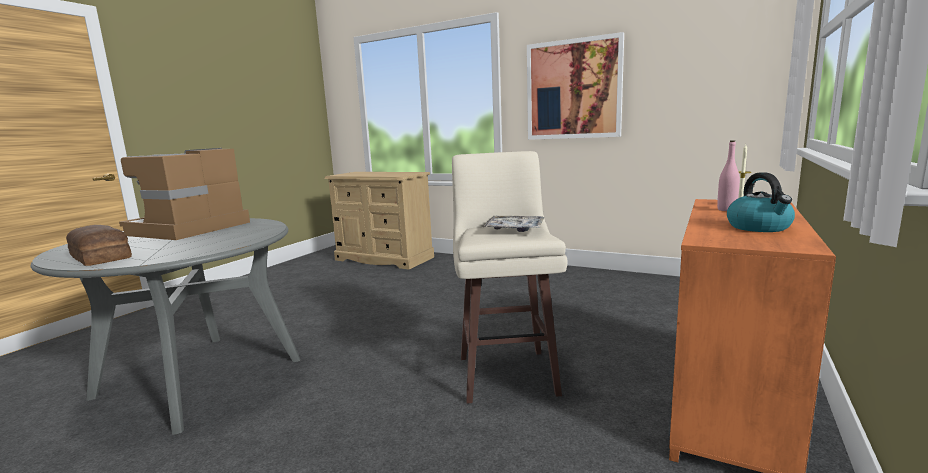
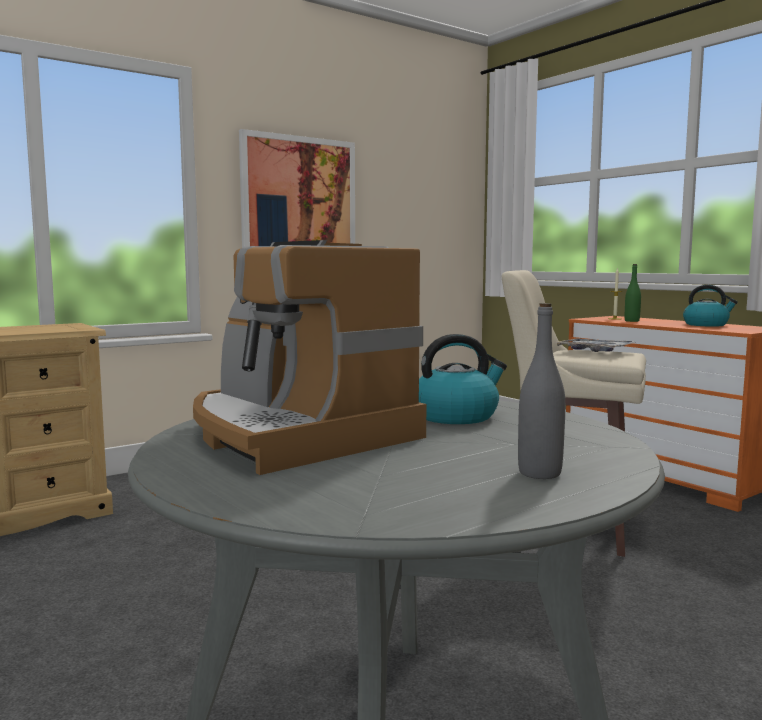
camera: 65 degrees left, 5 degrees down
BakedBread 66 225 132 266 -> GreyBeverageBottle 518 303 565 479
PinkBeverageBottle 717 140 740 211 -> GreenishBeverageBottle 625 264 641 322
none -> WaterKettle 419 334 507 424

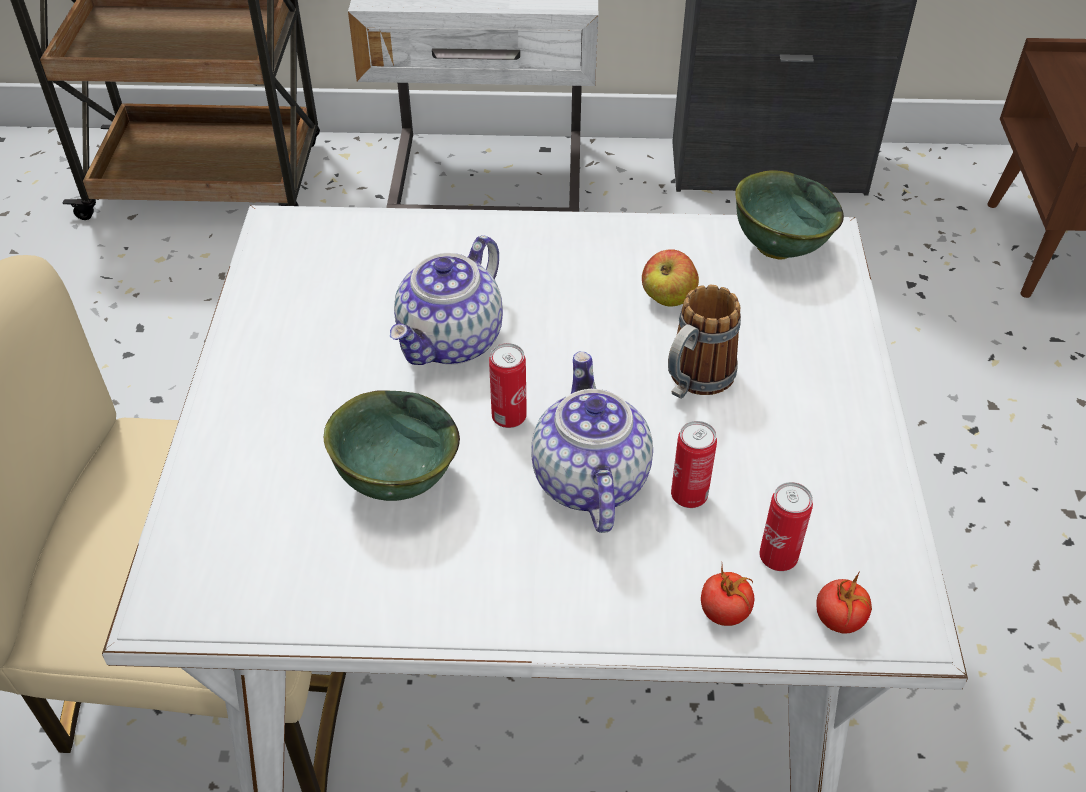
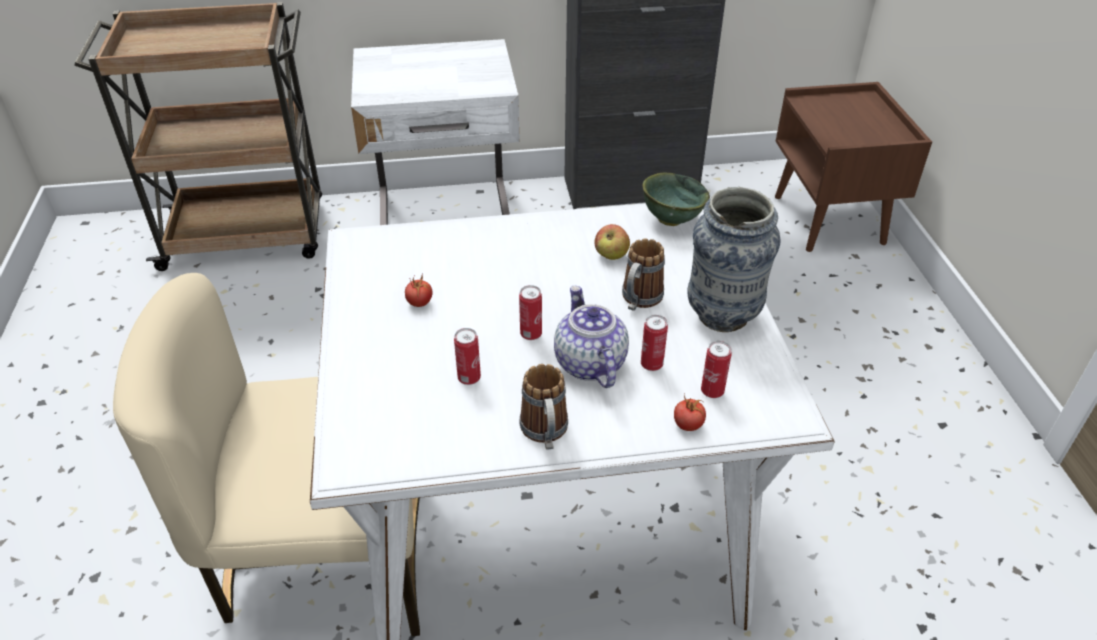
camera: 10 degrees left, 5 degrees down
GreenishDeepDish 324 390 460 501 -> Can 454 328 481 385
TeaPot 390 235 503 365 -> none
Tomato 816 570 872 634 -> Tomato 405 273 432 307, moved
none -> CoffeeMug 520 364 568 450
none -> FlowerVase 687 187 781 332

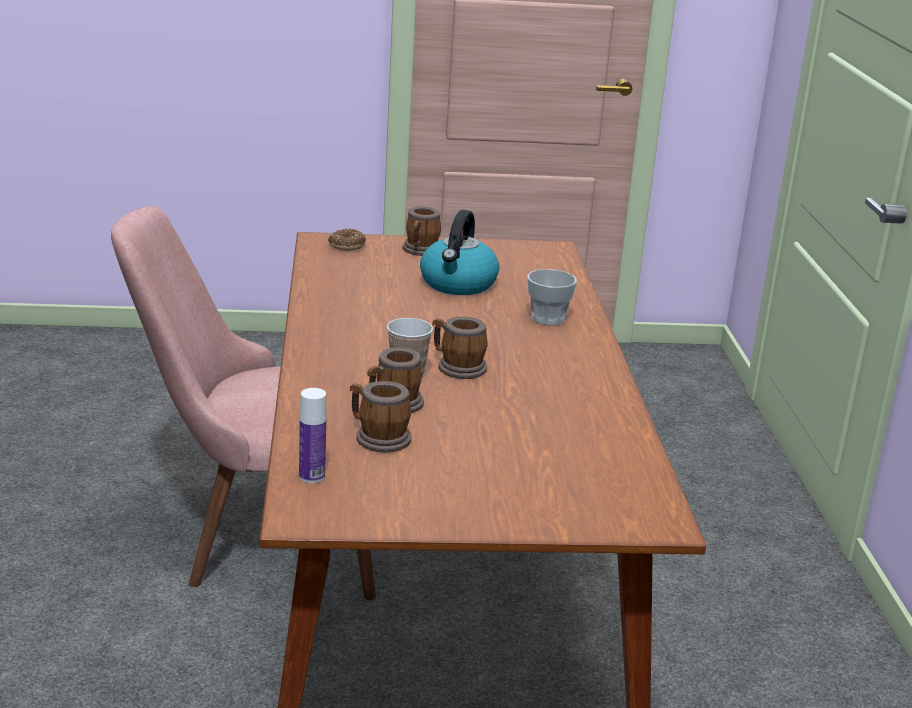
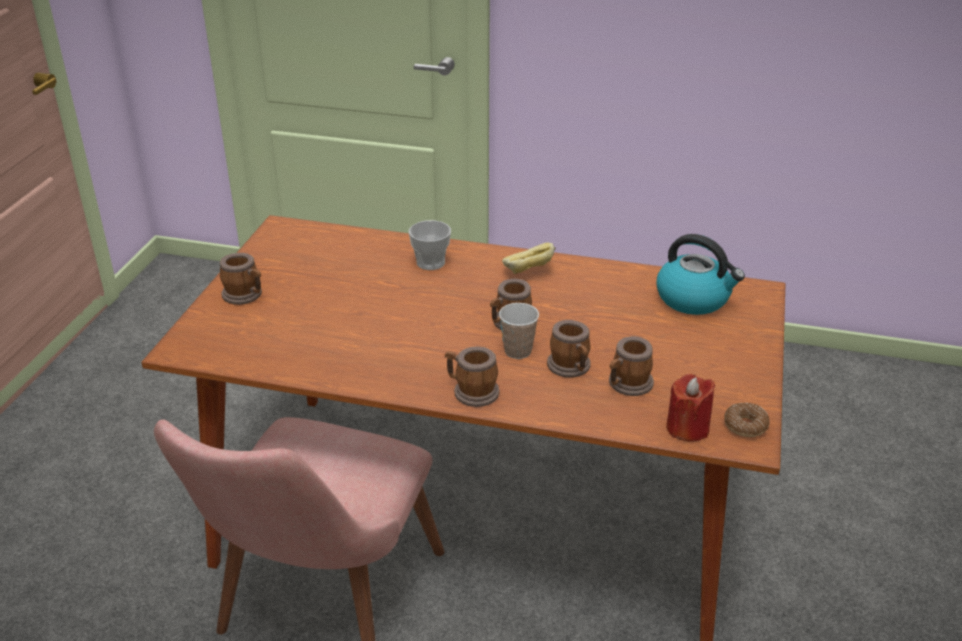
camera: 70 degrees left, 10 degrees up
BeverageBottle 299 388 326 483 -> ReddishWaxLight 666 374 715 442
Donut 328 229 366 251 -> Donut 724 403 770 437, moved
WaterKettle 420 210 499 295 -> WaterKettle 656 234 745 315, moved
none -> CoffeeMug 445 347 499 407
none -> BakedBread 502 242 556 274

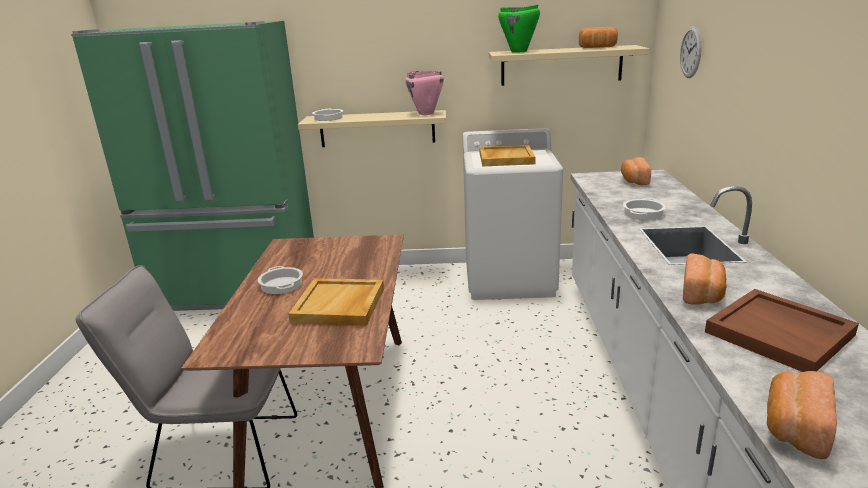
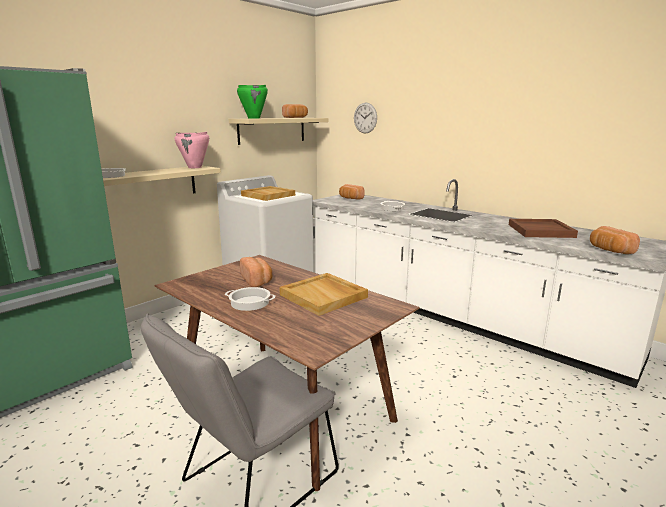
camera: 50 degrees left, 5 degrees down
BakedBread 683 253 727 305 -> BakedBread 240 257 272 287, moved

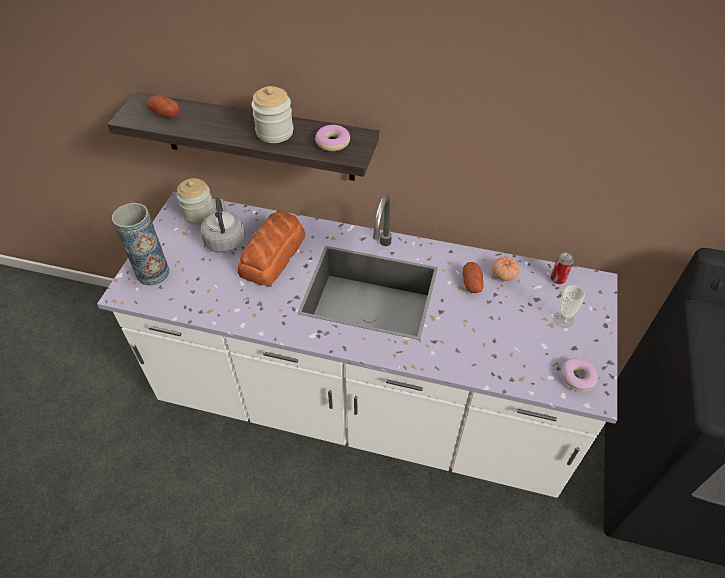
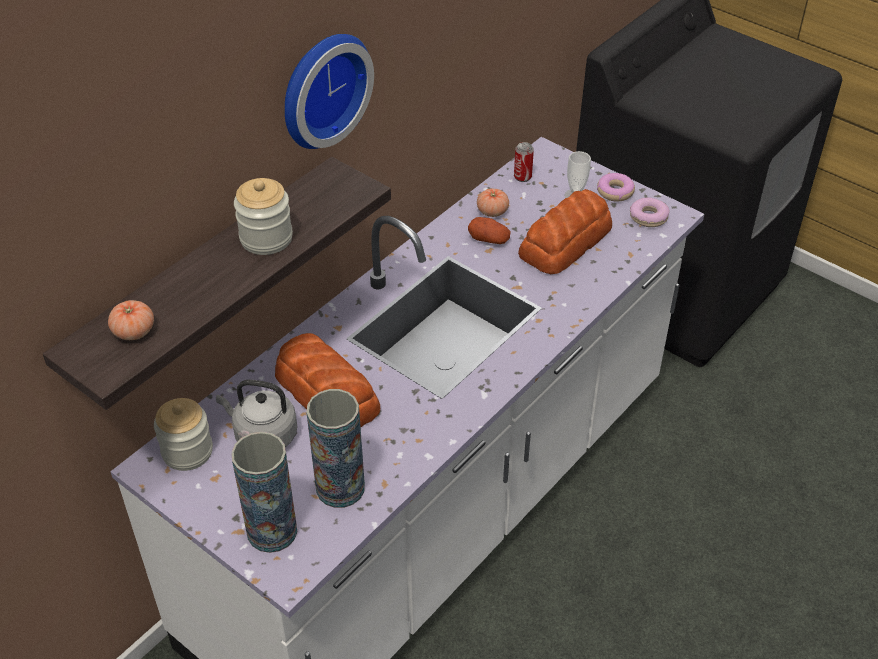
camera: 65 degrees left, 5 degrees down
Spud 147 95 180 118 -> Tomato 108 300 154 340
Donut 315 125 350 151 -> Donut 597 173 635 201, moved
none -> WallClock 285 34 374 149
none -> FlowerVase 306 389 365 508
none -> BakedBread 518 189 612 274

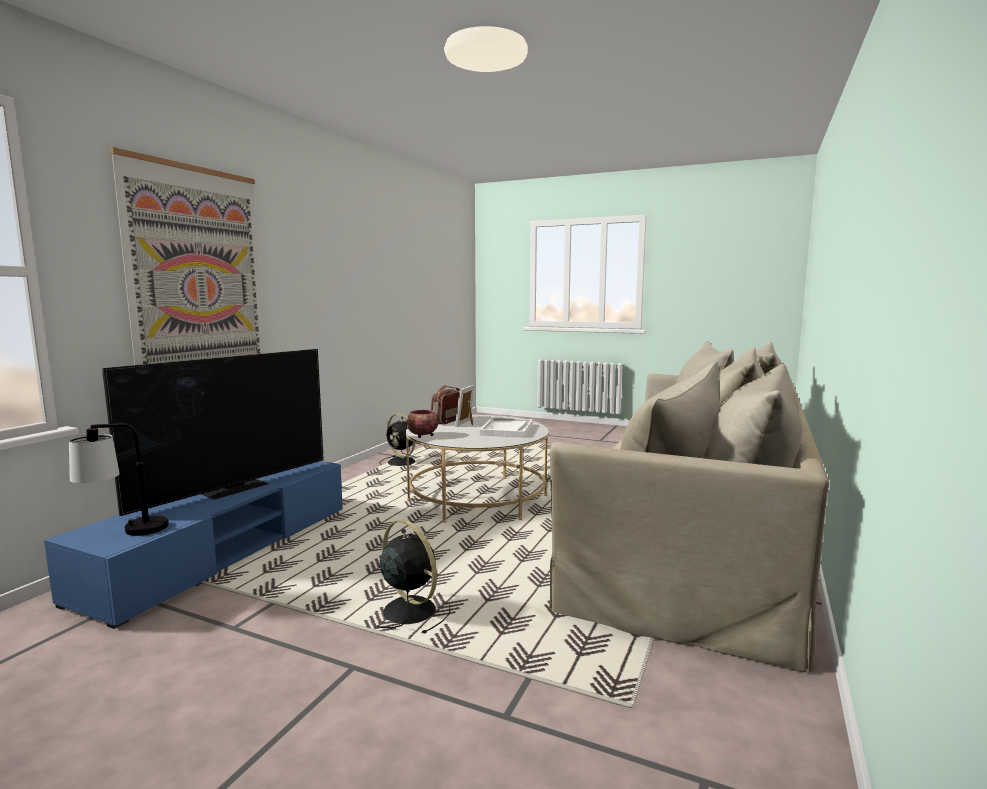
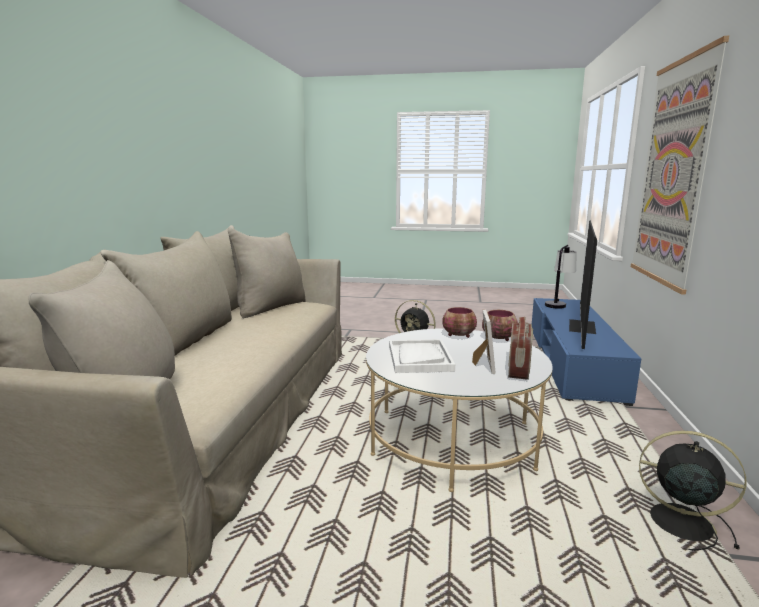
camera: 165 degrees right, 5 degrees up
none -> DeepDish 443 307 477 338

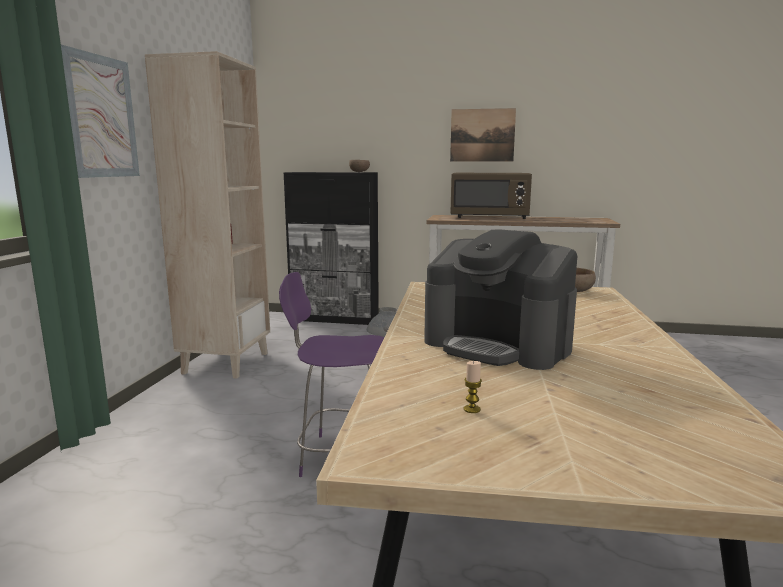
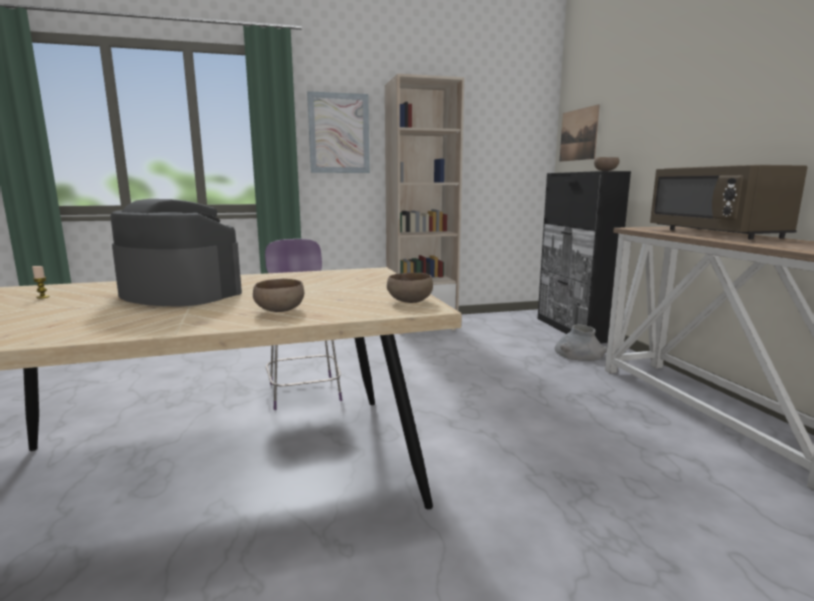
camera: 65 degrees right, 0 degrees up
CoffeeMaker 424 229 577 370 -> CoffeeMaker 110 199 242 306, 105 degrees clockwise
Picture 450 108 516 162 -> Picture 559 104 600 162, moved
none -> BrownColouredDeepDish 253 279 304 312

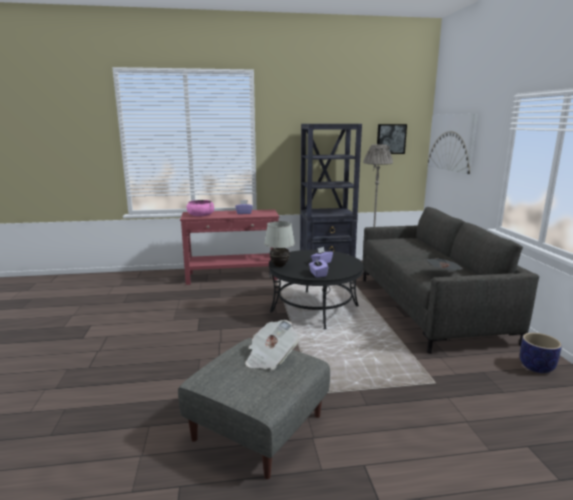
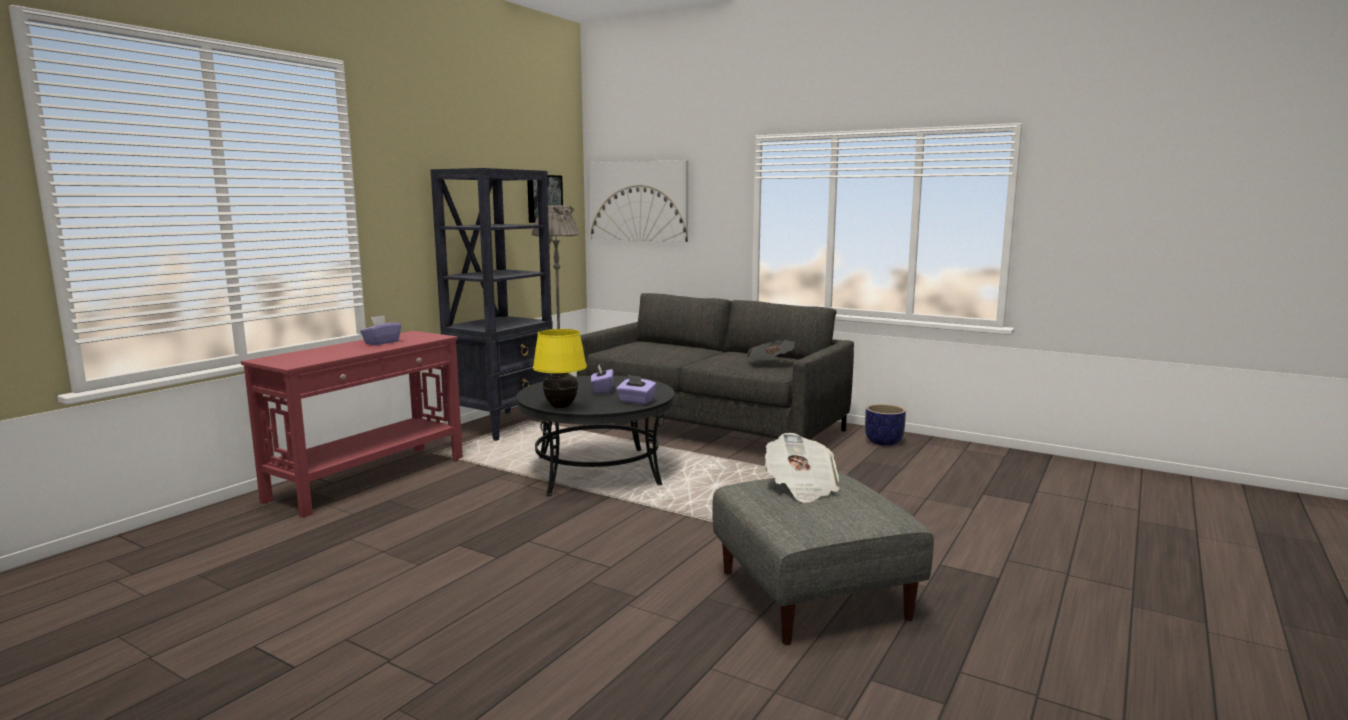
camera: 50 degrees left, 5 degrees down
PinkDeepDish 187 200 214 216 -> none
WhitishTableLamp 264 221 295 267 -> YellowColouredTableLamp 533 329 587 408

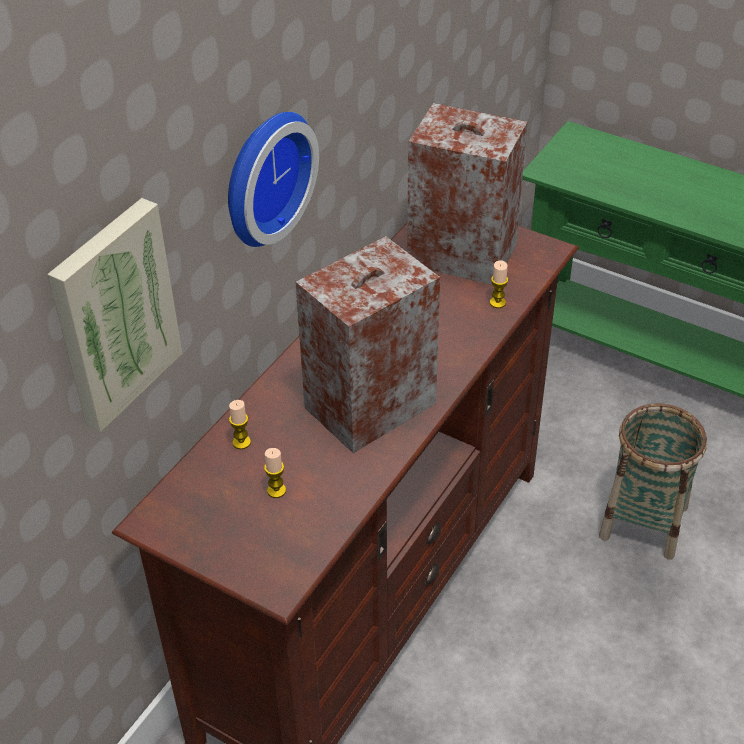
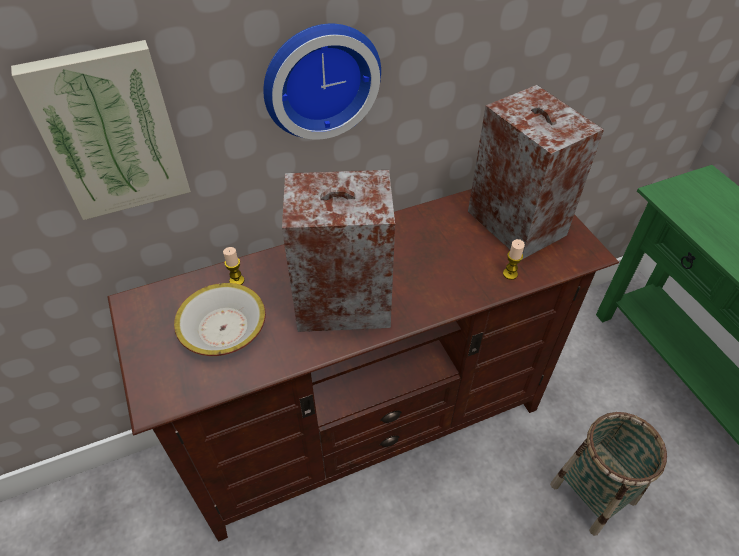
camera: 35 degrees right, 5 degrees up
WaxLight 264 448 286 498 -> DeepDish 174 283 266 356

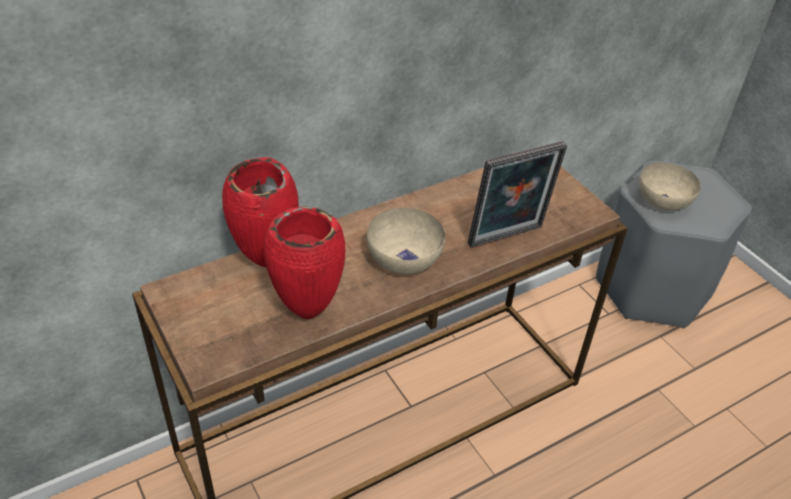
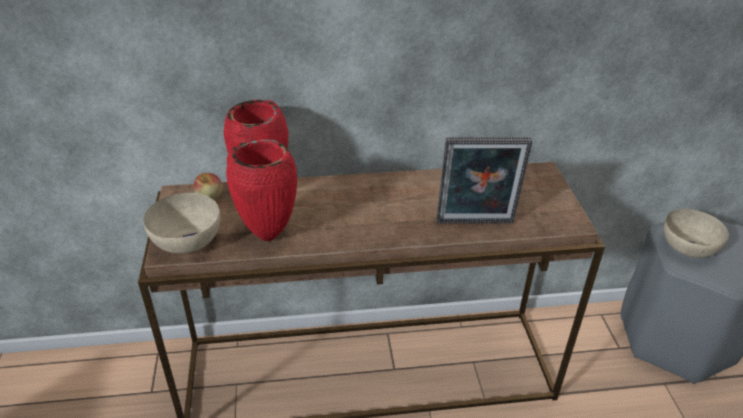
camera: 25 degrees right, 5 degrees down
BeigeColouredDeepDish 367 208 445 274 -> BeigeColouredDeepDish 143 193 220 254, moved
none -> Apple 194 173 223 200

